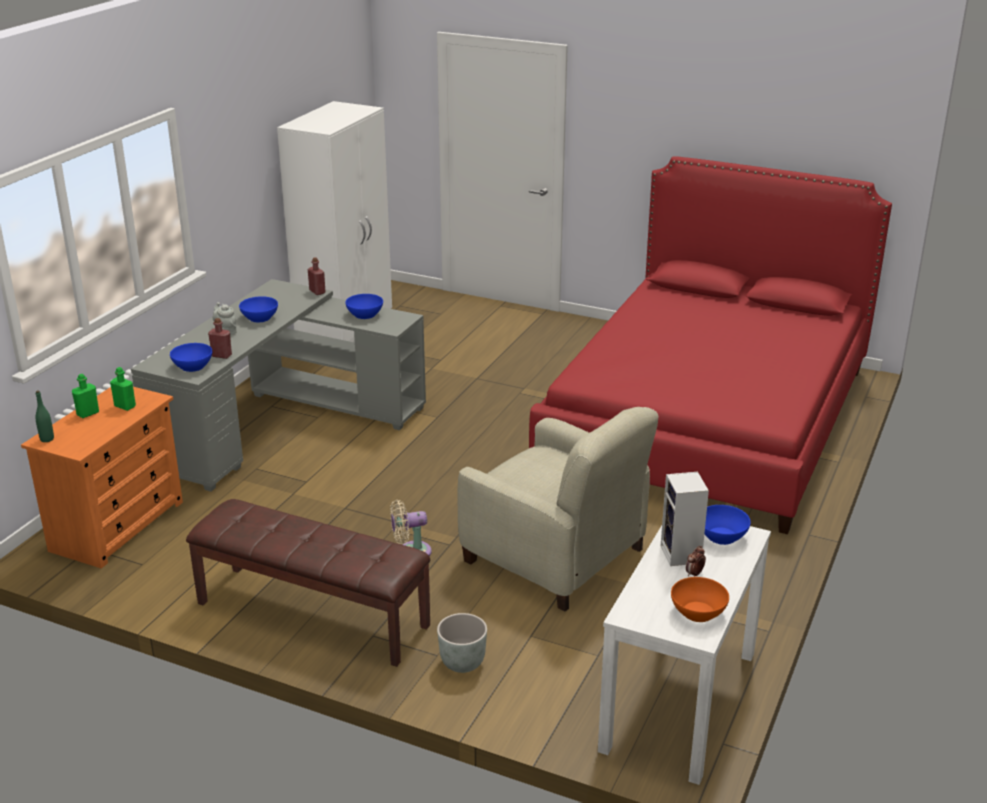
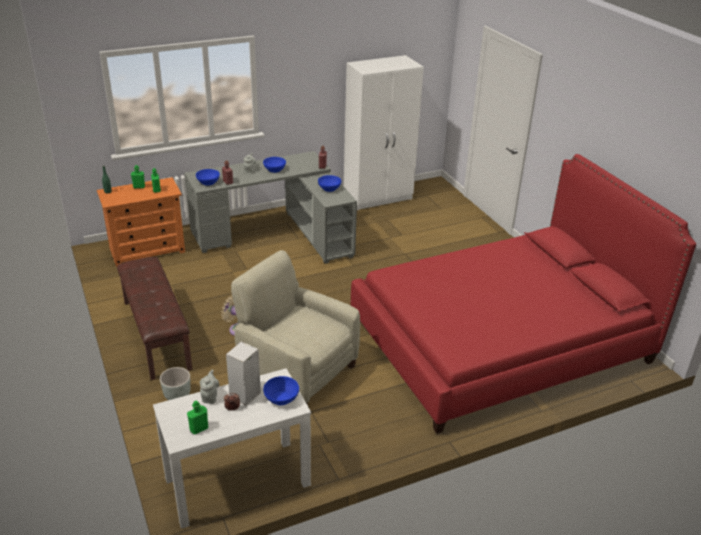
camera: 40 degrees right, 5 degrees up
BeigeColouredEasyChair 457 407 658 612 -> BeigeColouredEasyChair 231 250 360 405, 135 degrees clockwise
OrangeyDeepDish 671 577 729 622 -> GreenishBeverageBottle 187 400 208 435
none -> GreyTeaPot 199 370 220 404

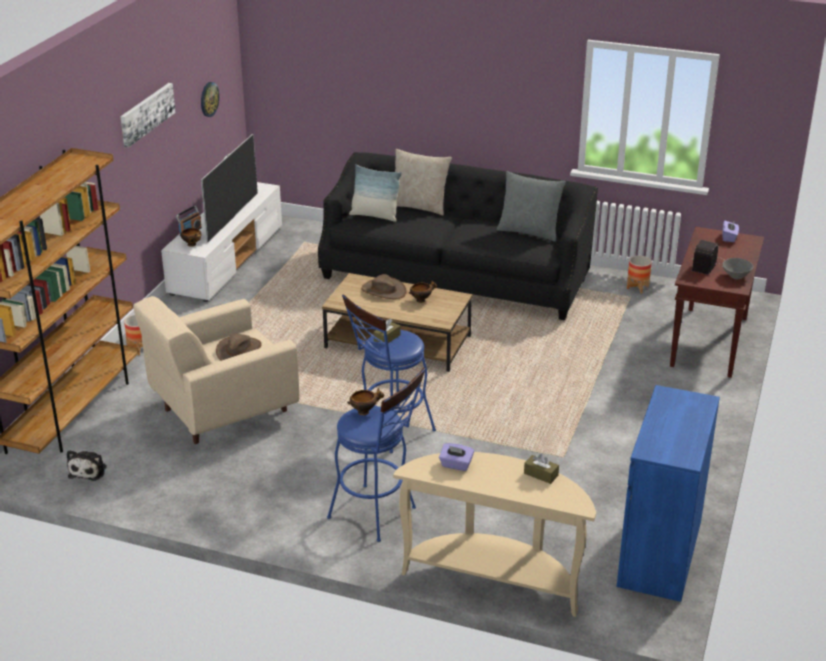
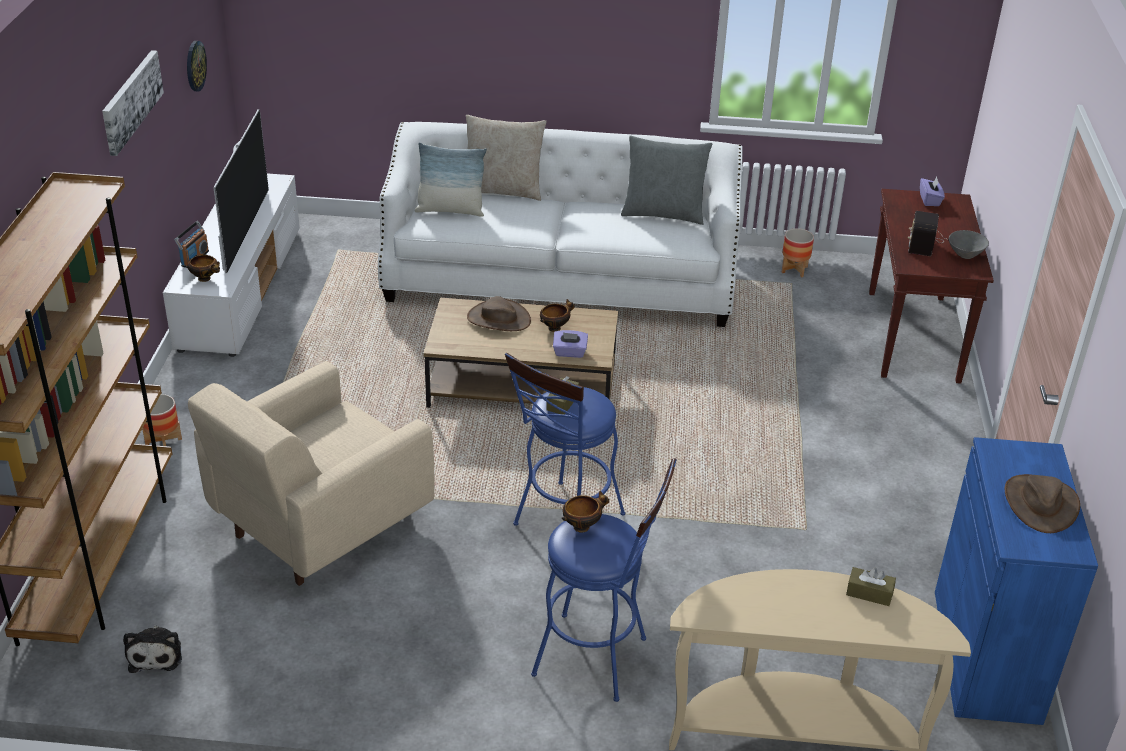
camera: 15 degrees left, 5 degrees up
BrownColouredHat 216 333 262 361 -> BrownColouredHat 1005 474 1080 533, moved
BlackColouredCouch 318 152 598 320 -> WhitishCouch 378 122 743 327
PurplishTissueHolder 439 443 474 471 -> PurplishTissueHolder 553 330 588 358, moved

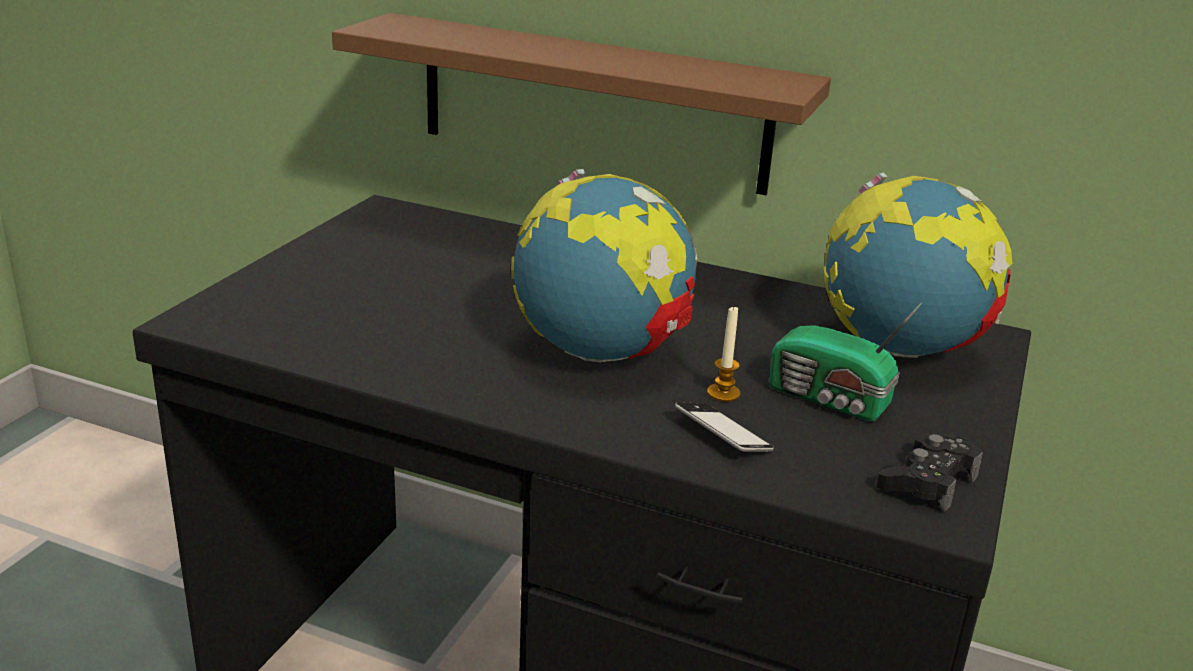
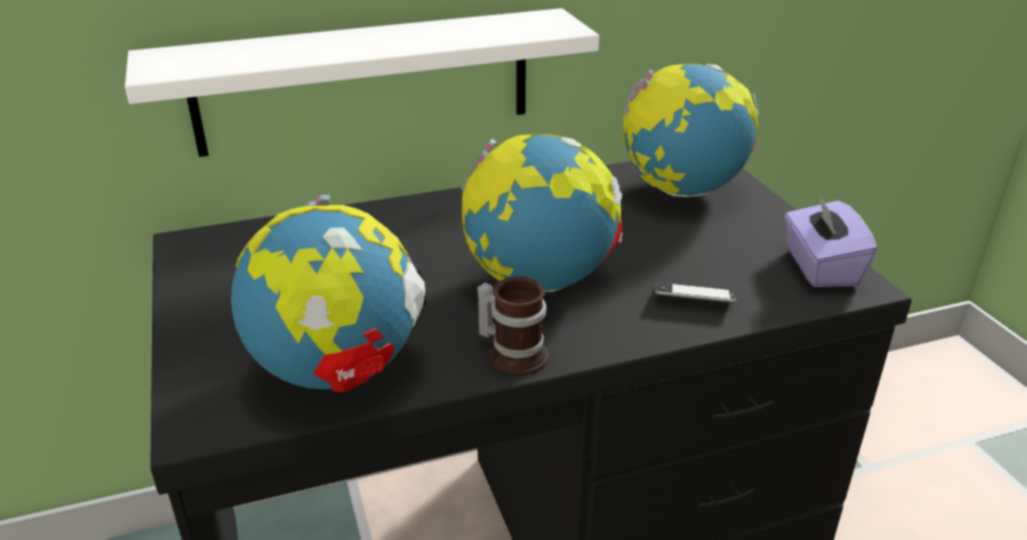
camera: 40 degrees left, 5 degrees up
BrownColouredBracketShelf 332 13 831 195 -> WhitishBracketShelf 125 8 599 157
WaxLight 707 306 741 402 -> none
RadioReceiver 769 302 922 421 -> none
BlackColouredGamepad 876 433 983 512 -> PurplishTissueHolder 784 194 877 287
none -> WorldGlobe 231 195 426 392
none -> CoffeeMug 477 276 549 375

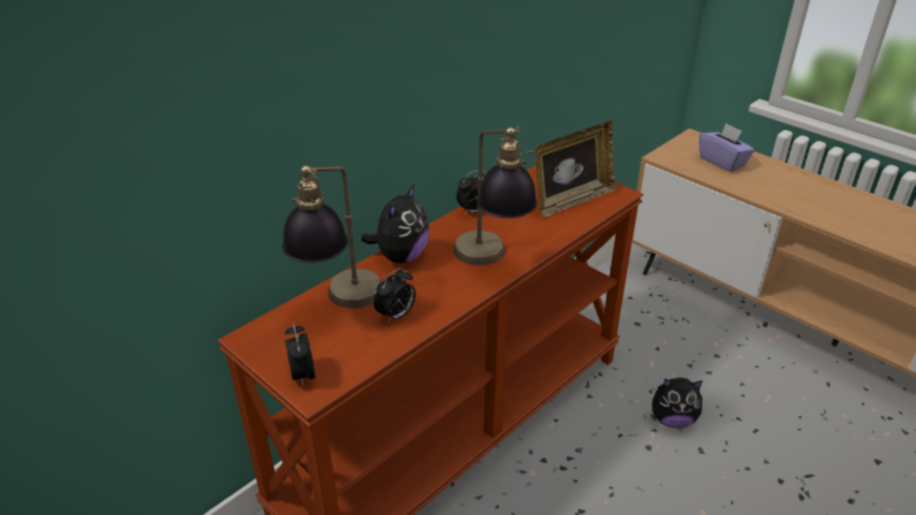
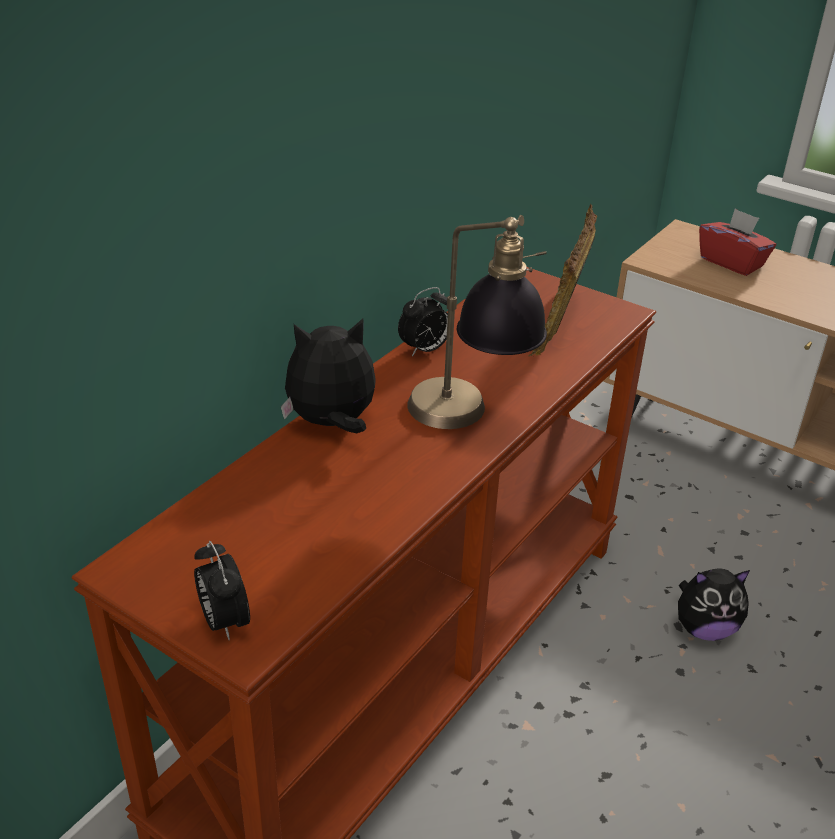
camera: 10 degrees left, 0 degrees up
TableLamp 282 165 381 308 -> none
SoftToy 361 184 429 263 -> SoftToy 281 318 376 433, 120 degrees counterclockwise
BedsideClock 374 267 416 324 -> none
PhotoFrame 535 121 616 218 -> PhotoFrame 529 204 597 356, 150 degrees clockwise
PurplishTissueHolder 699 123 755 172 -> ReddishTissueHolder 699 208 776 276

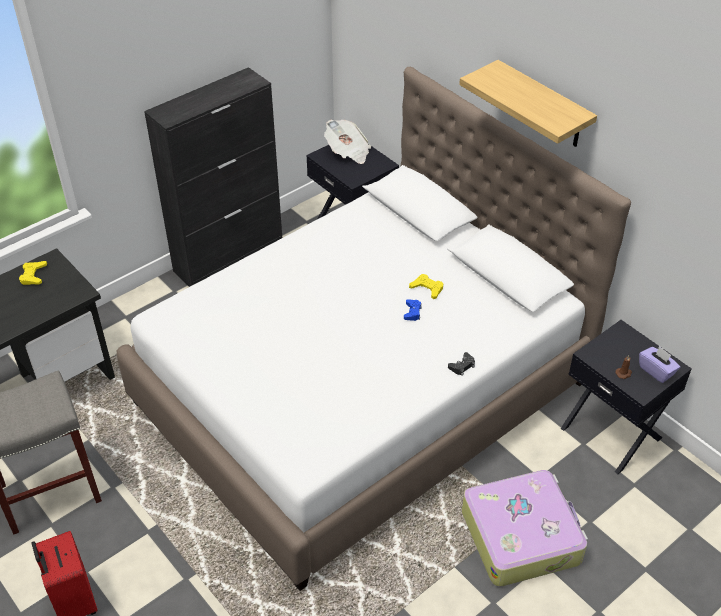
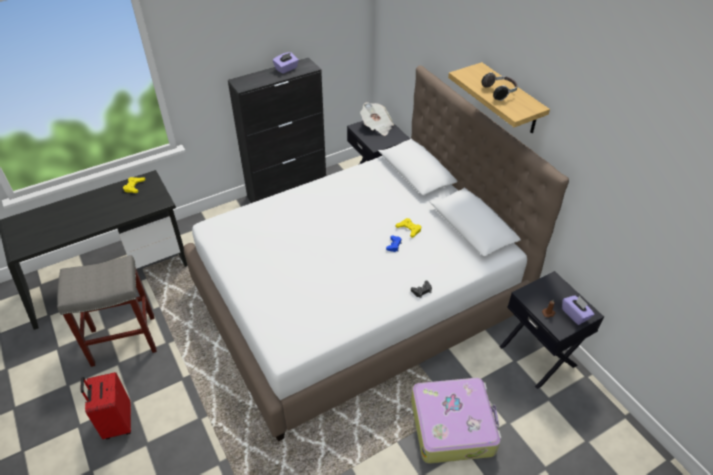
camera: 10 degrees right, 0 degrees up
none -> PurplishTissueHolder 273 52 299 74
none -> PairOfHeadphones 482 72 517 101

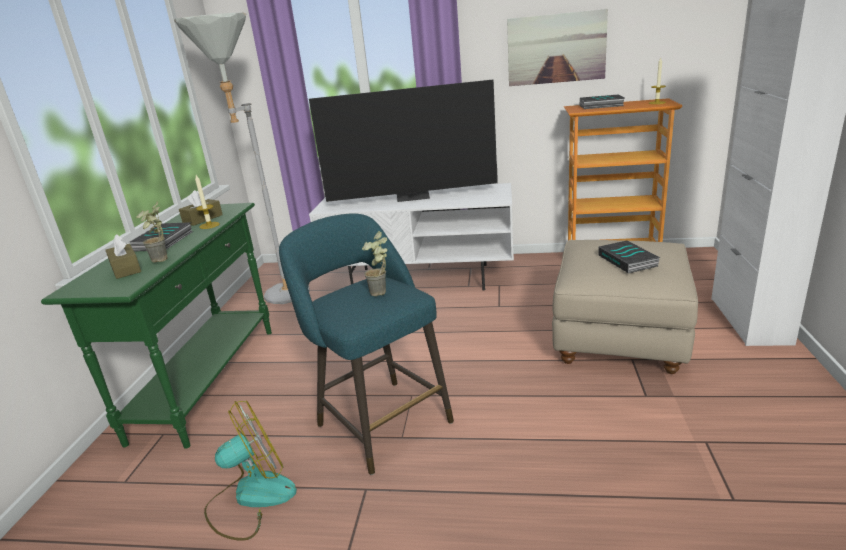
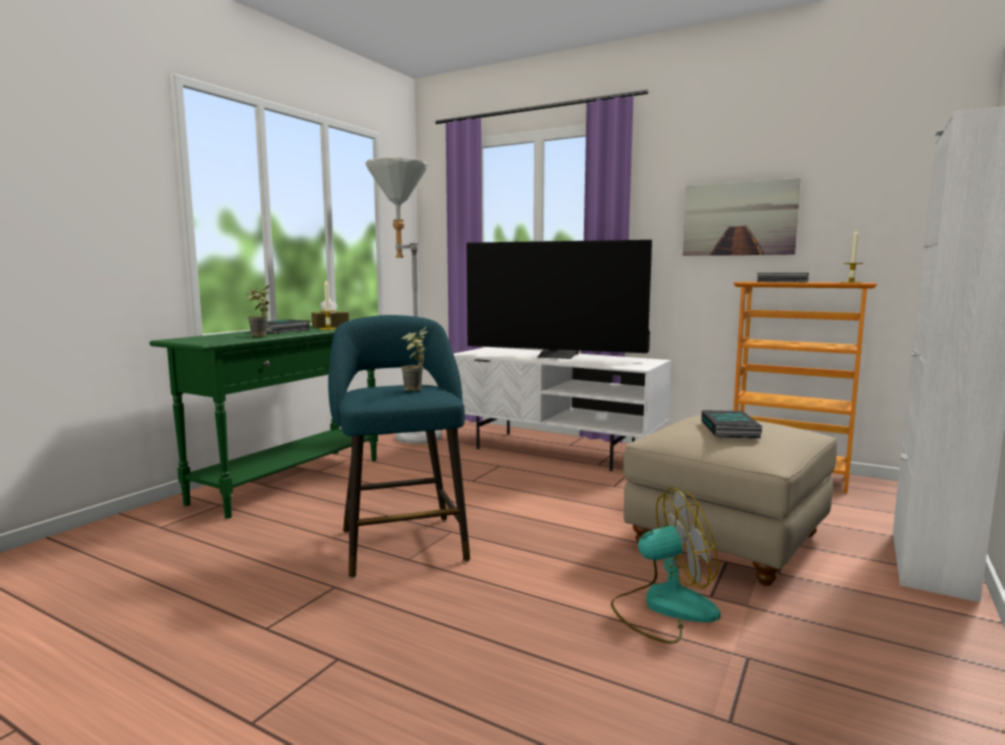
camera: 20 degrees right, 15 degrees down
BrownColouredTissueHolder 105 234 141 279 -> none
CoolingFan 204 400 297 541 -> CoolingFan 611 488 721 644, moved

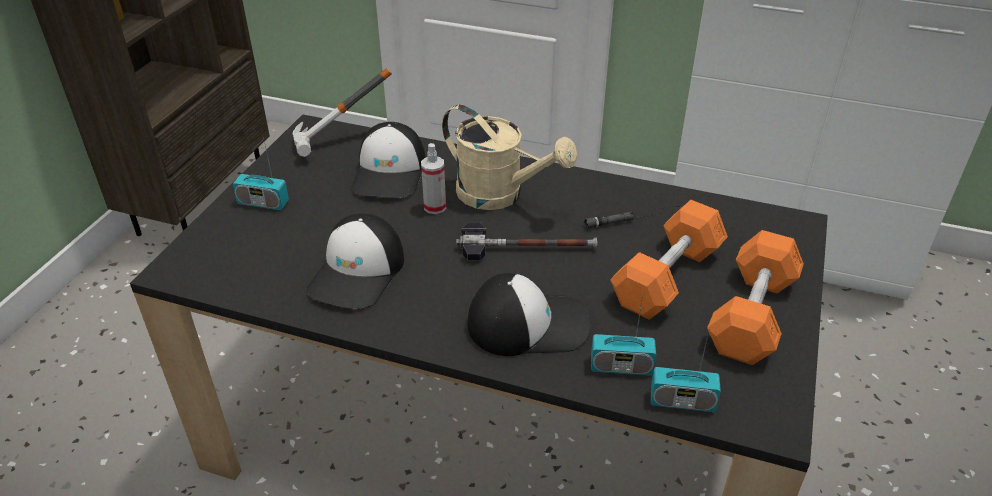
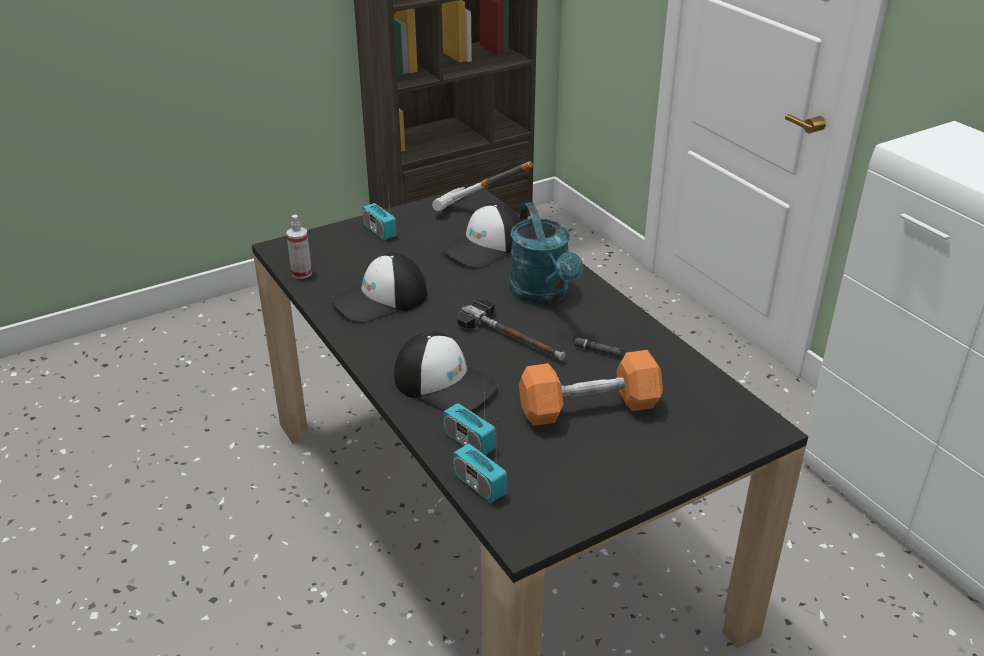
camera: 40 degrees right, 5 degrees down
Sprayer 421 143 446 214 -> Sprayer 286 215 312 279, moved
BeigeColouredWateringCan 442 105 578 210 -> TurquoiseWateringCan 510 202 583 305
OrangeyHandWeight 707 230 804 365 -> none

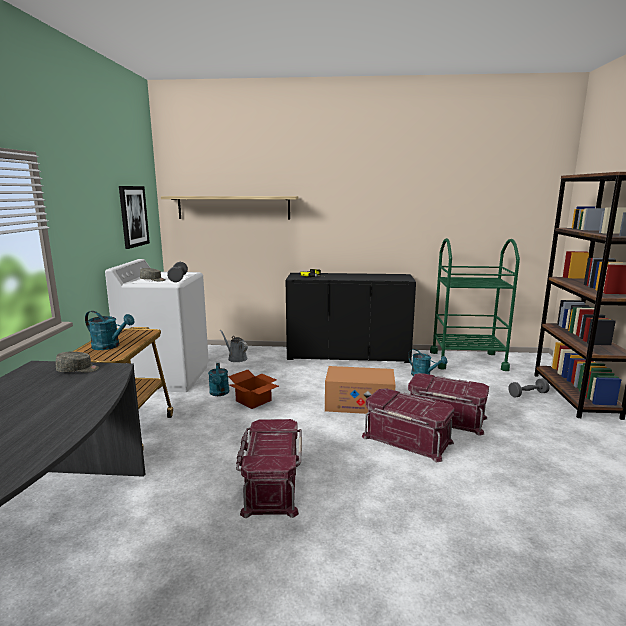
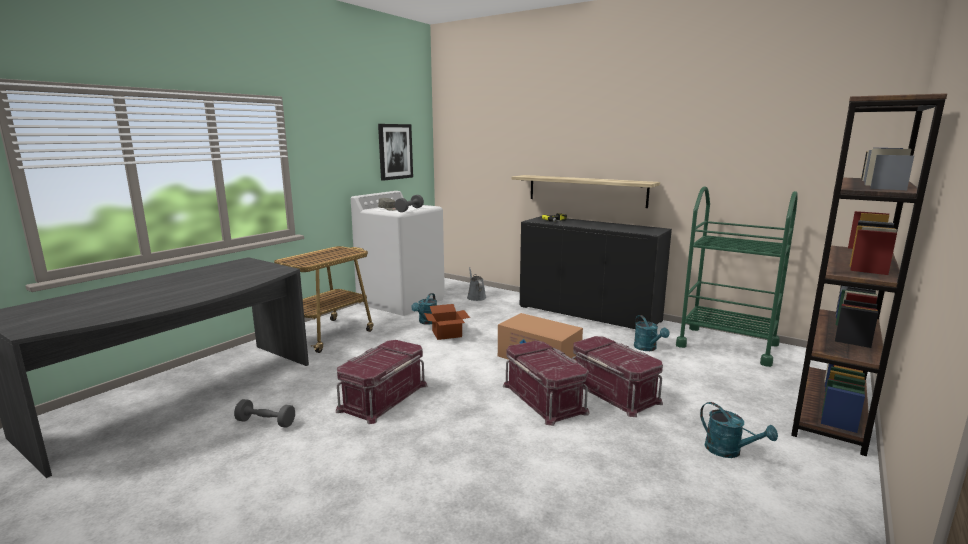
camera: 30 degrees right, 0 degrees up
GreyPeakedCap 56 352 99 373 -> none
TurquoiseWateringCan 85 311 134 350 -> TurquoiseWateringCan 700 402 778 458, moved
BracketShelf 161 196 298 219 -> BracketShelf 512 175 660 208, moved
GreyHandWeight 508 378 549 398 -> GreyHandWeight 234 399 295 428, moved

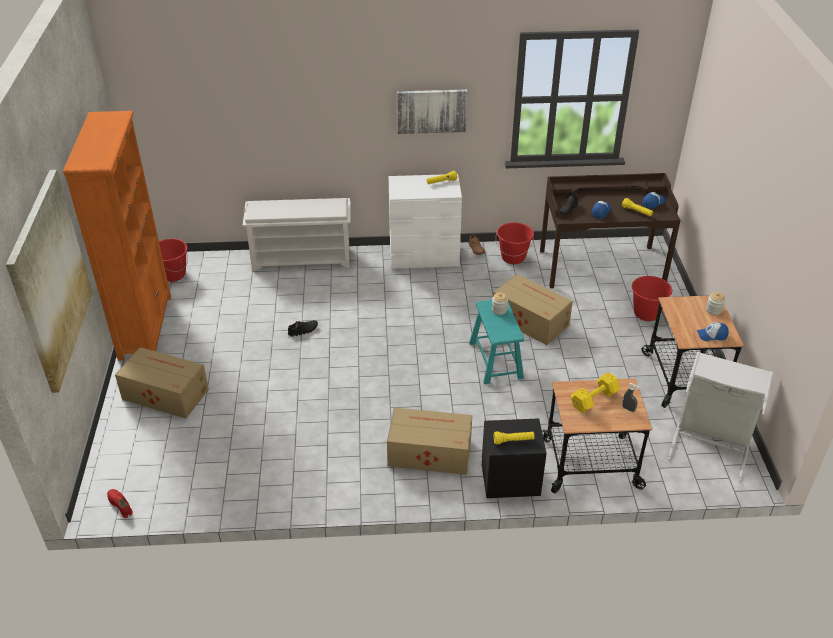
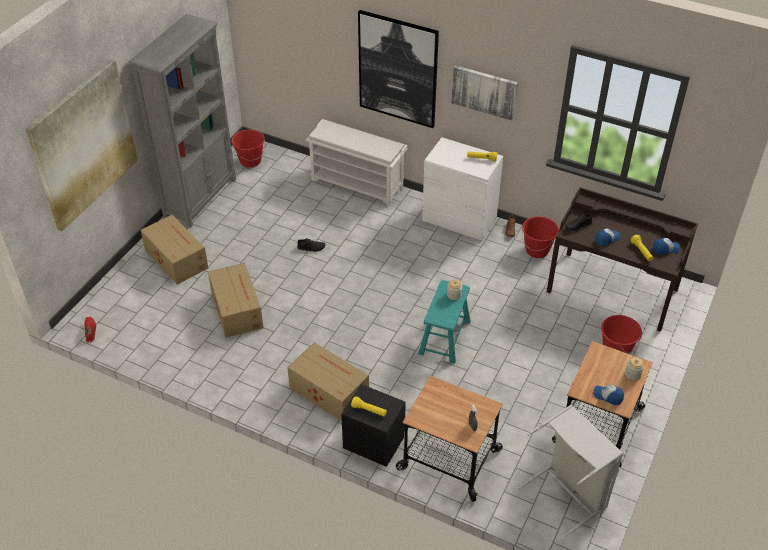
camera: 30 degrees right, 5 degrees up
OrangeyShelvingUnit 63 111 171 361 -> GreyShelvingUnit 128 14 236 228
CardboardBox 493 274 573 345 -> CardboardBox 208 263 263 338, moved
YellowColouredHandWeight 571 372 620 413 -> none
none -> Picture 358 10 439 128

